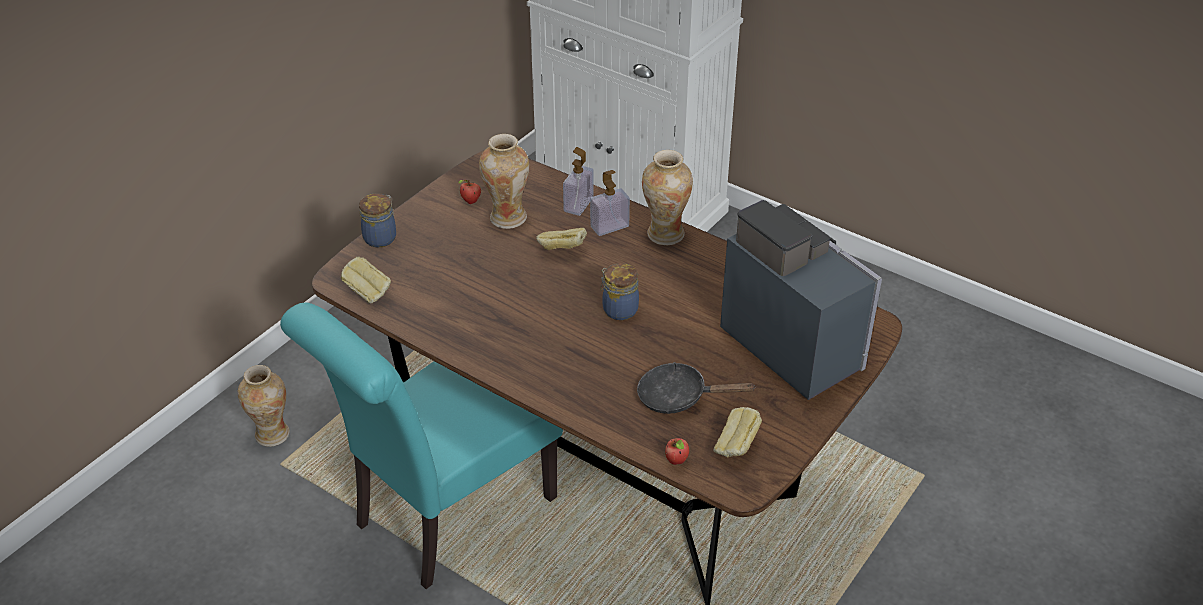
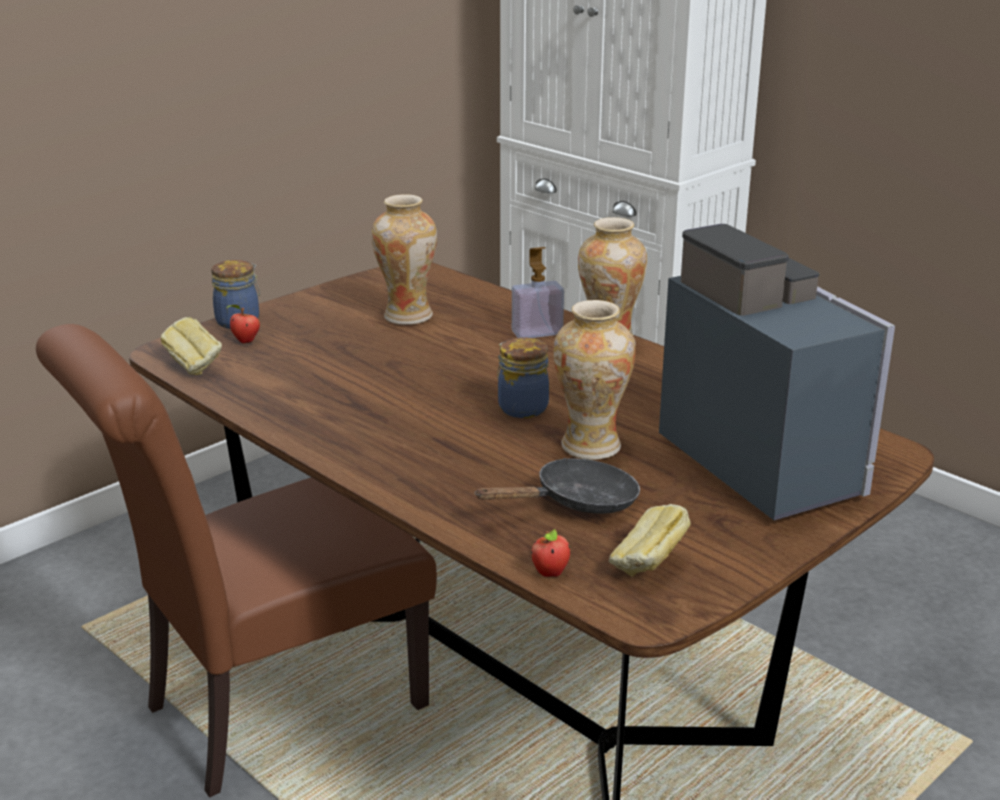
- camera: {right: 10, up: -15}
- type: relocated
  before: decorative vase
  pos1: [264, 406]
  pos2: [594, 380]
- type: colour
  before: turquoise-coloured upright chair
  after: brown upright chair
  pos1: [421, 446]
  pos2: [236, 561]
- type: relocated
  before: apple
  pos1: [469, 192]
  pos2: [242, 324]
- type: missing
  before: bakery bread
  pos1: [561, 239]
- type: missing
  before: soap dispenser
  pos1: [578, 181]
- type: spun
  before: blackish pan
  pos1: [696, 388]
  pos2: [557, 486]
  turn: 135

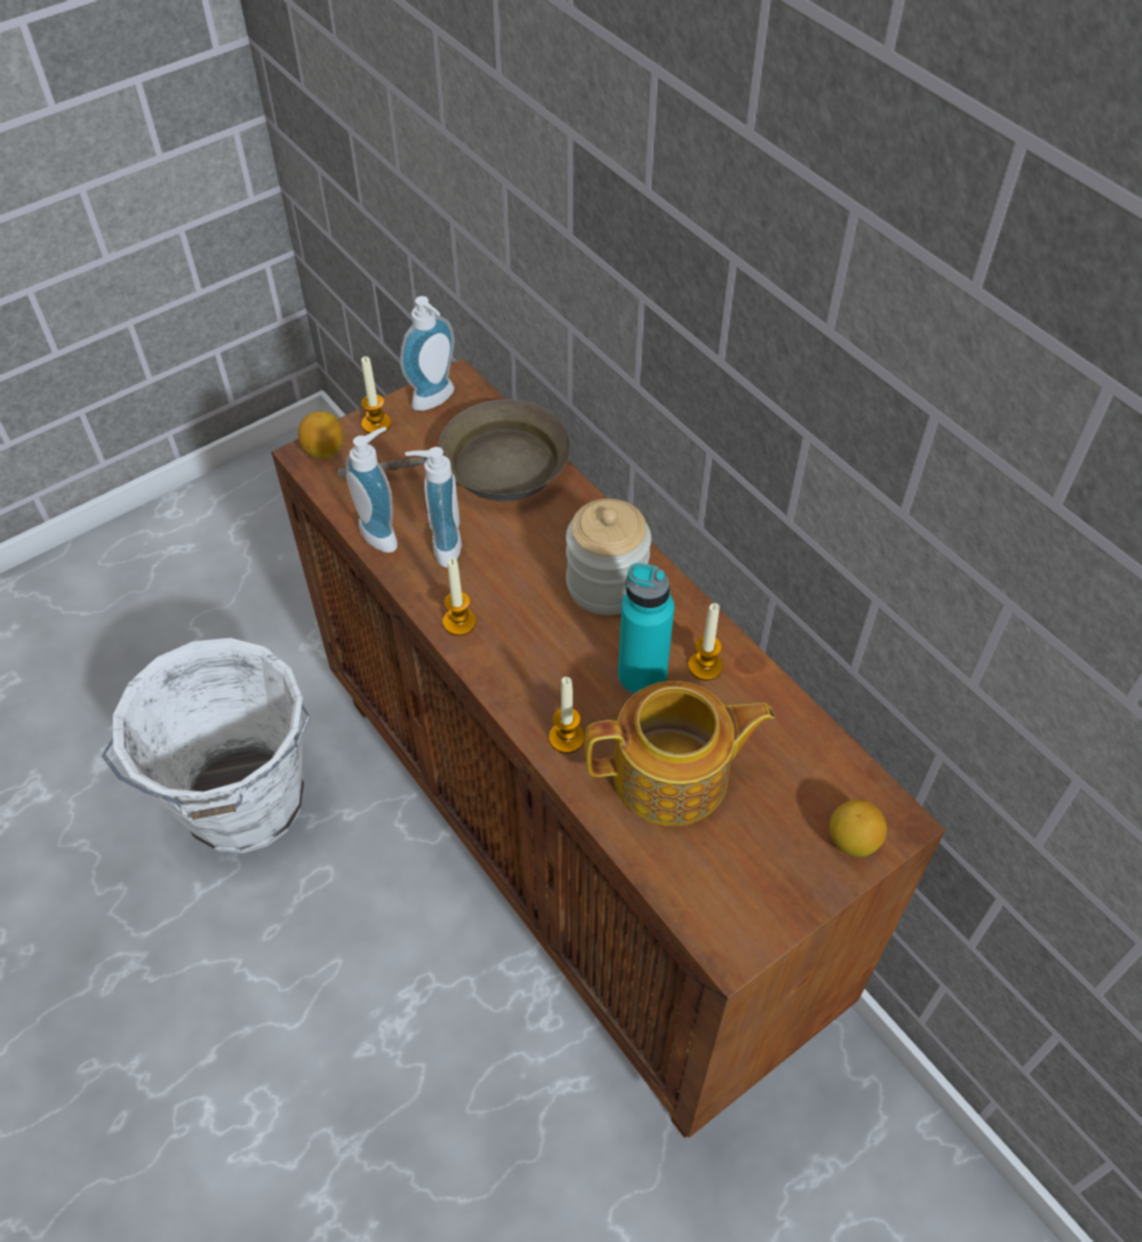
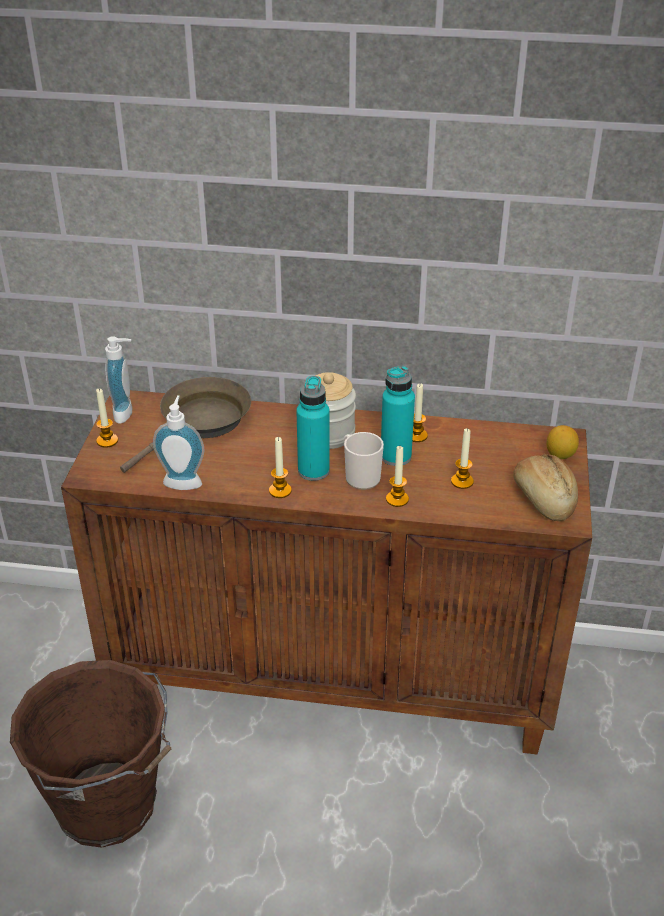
- camera: {right: -45, up: -15}
- type: colour
  before: whitish water bucket
  after: brown water bucket
  pos1: [206, 746]
  pos2: [90, 754]
- type: missing
  before: citrus fruit
  pos1: [320, 435]
- type: missing
  before: soap dispenser
  pos1: [433, 507]
- type: exchanged
  before: tea pot
  after: candle
  pos1: [679, 753]
  pos2: [462, 458]
- type: appeared
  after: turquoise-coloured beverage bottle
  pos2: [313, 428]
- type: appeared
  after: mug
  pos2: [364, 461]
- type: appeared
  after: bakery bread
  pos2: [545, 487]

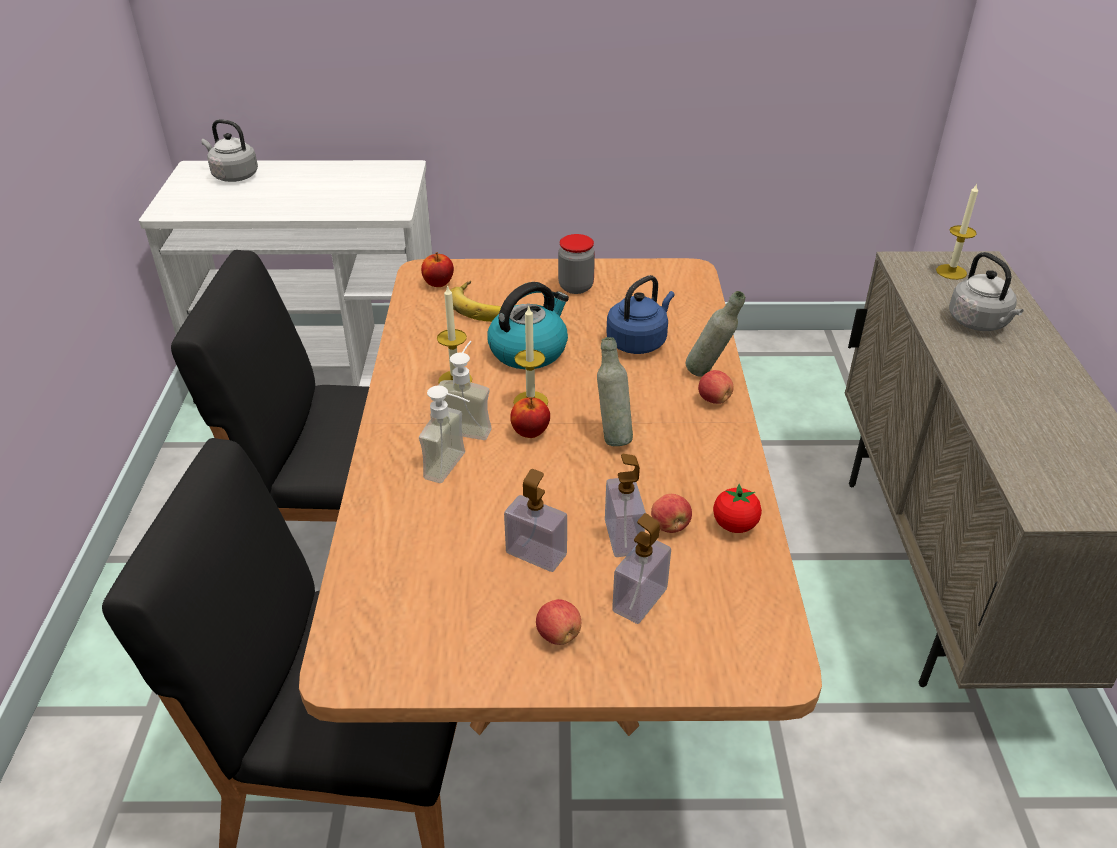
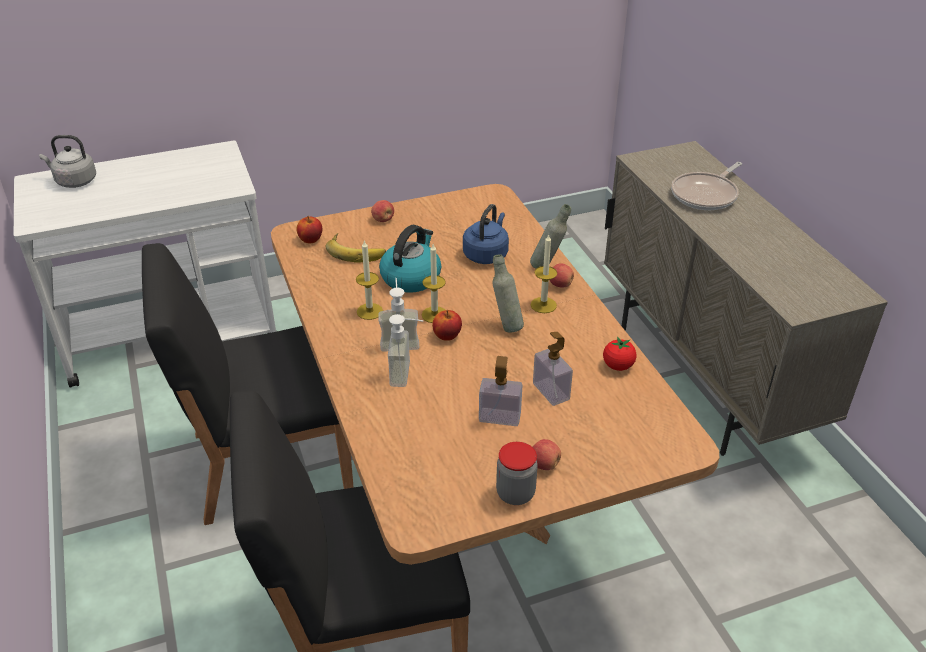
- camera: {right: -20, up: 0}
- type: relocated
  before: preserve jar
  pos1: [576, 264]
  pos2: [517, 473]
- type: missing
  before: soap dispenser
  pos1: [641, 568]
- type: relocated
  before: apple
  pos1: [671, 513]
  pos2: [382, 211]
- type: relocated
  before: candle
  pos1: [957, 232]
  pos2: [544, 273]
- type: exchanged
  before: grey water kettle
  after: pan
  pos1: [986, 291]
  pos2: [706, 186]

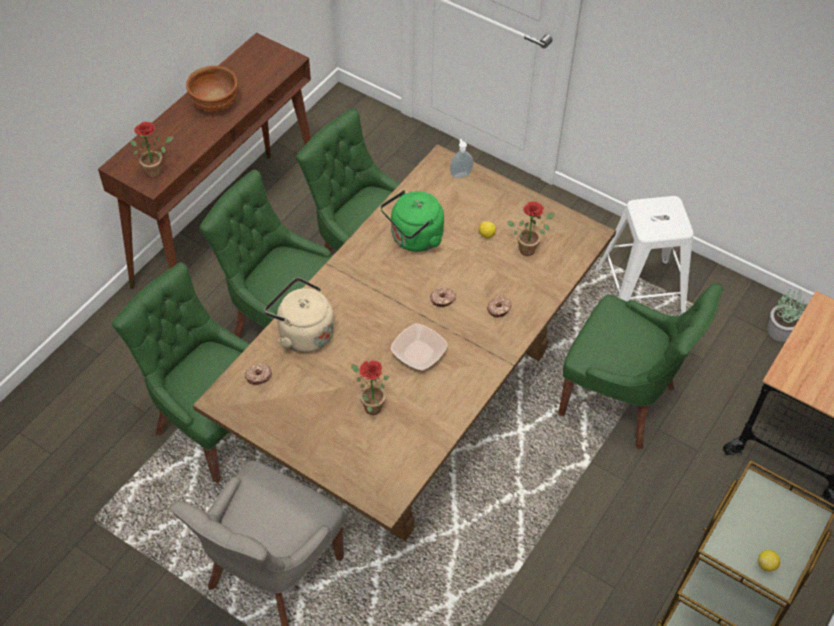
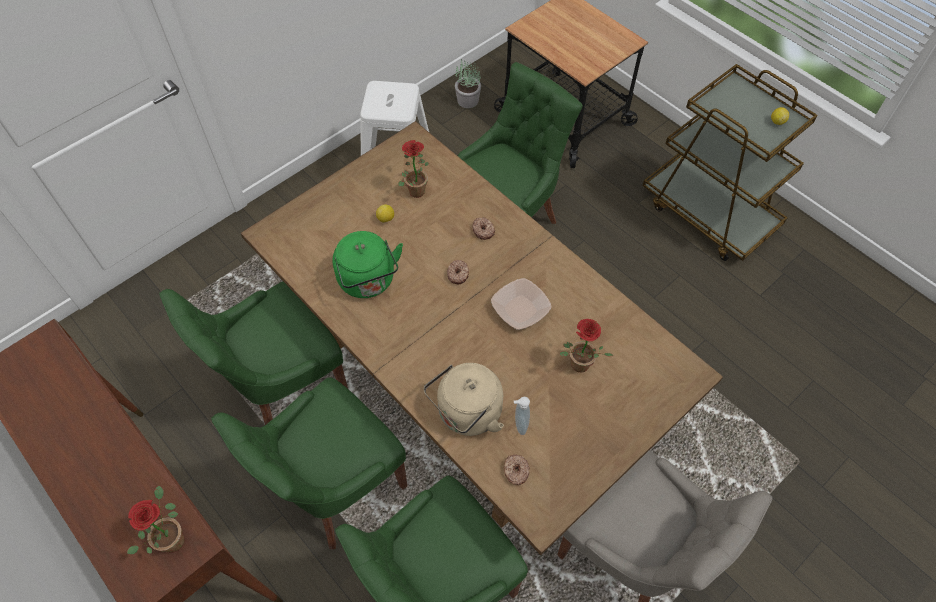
- camera: {right: -75, up: 5}
- type: missing
  before: brown bowl
  pos1: [212, 89]
- type: relocated
  before: soap dispenser
  pos1: [461, 158]
  pos2: [522, 416]

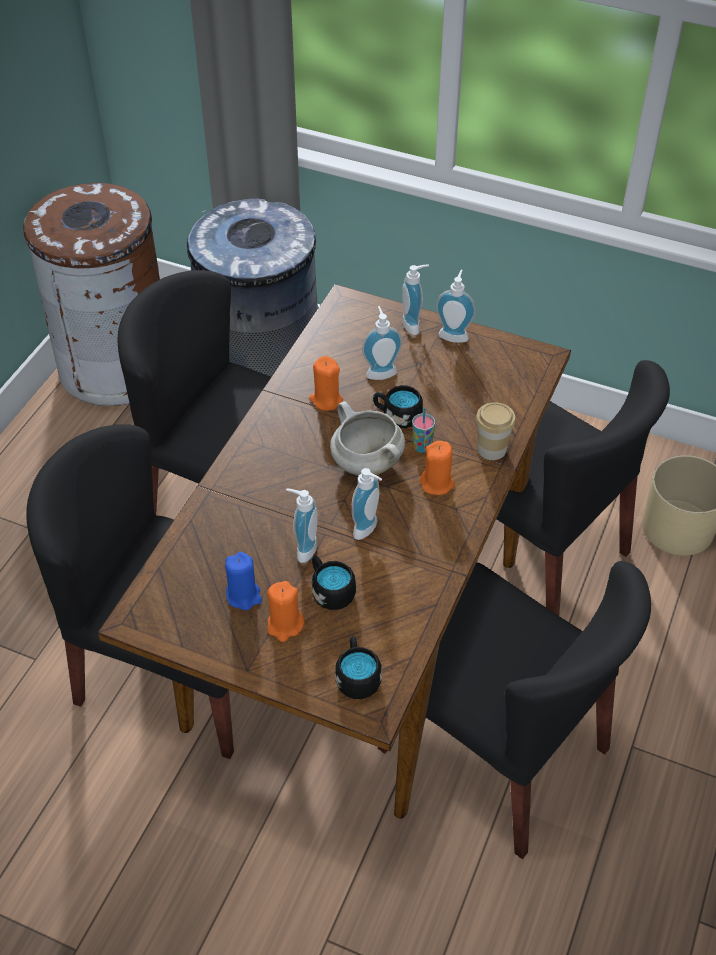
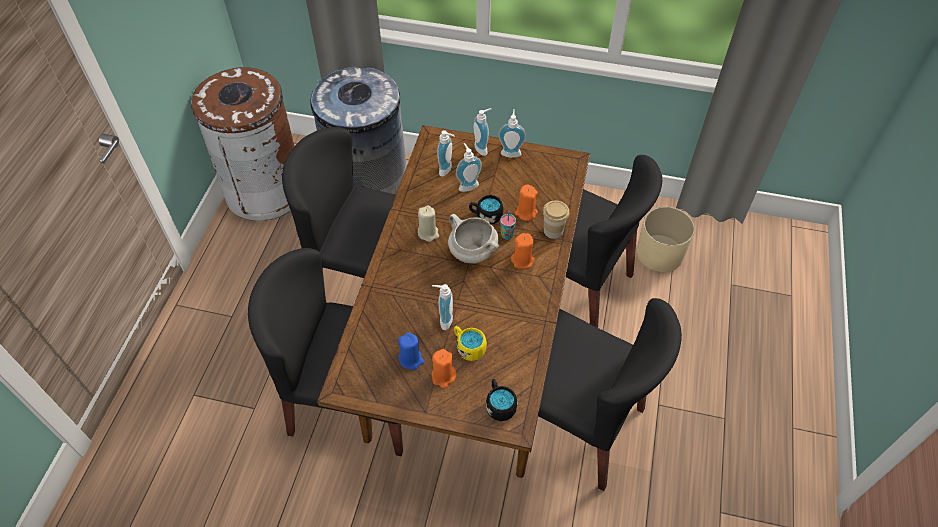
- camera: {right: -10, up: 5}
- type: relocated
  before: orangey candle
  pos1: [326, 383]
  pos2: [526, 202]
- type: colour
  before: blackish mug
  after: yellowish mug
  pos1: [334, 583]
  pos2: [470, 343]
- type: relocated
  before: soap dispenser
  pos1: [367, 504]
  pos2: [446, 153]
- type: appeared
  after: beige candle
  pos2: [428, 223]

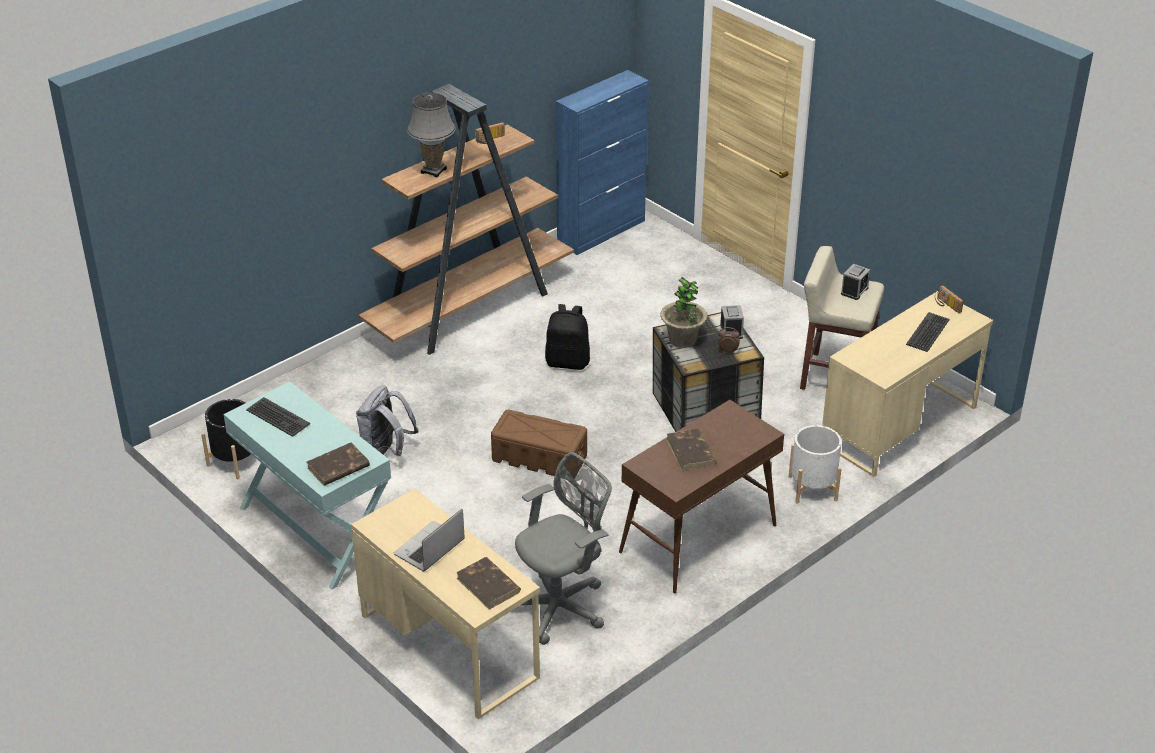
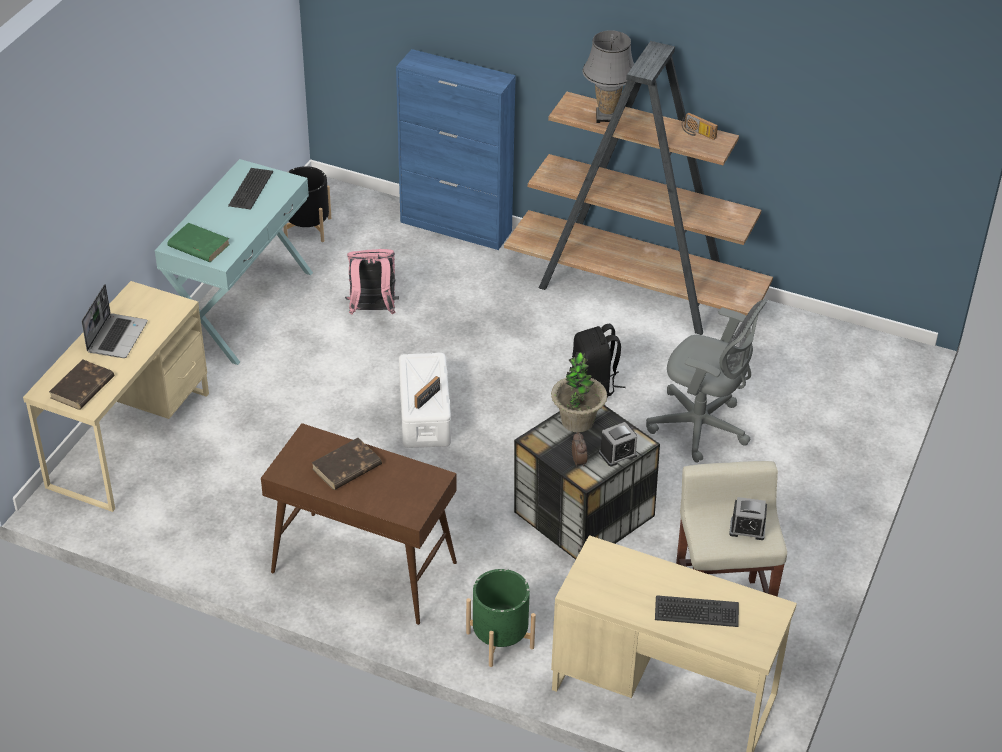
- camera: {right: 65, up: 5}
- type: colour
  before: brown bound book
  after: green bound book
  pos1: [338, 464]
  pos2: [198, 242]
- type: colour
  before: grey rucksack
  after: pink rucksack
  pos1: [387, 420]
  pos2: [372, 282]
- type: spun
  before: laptop
  pos1: [429, 540]
  pos2: [115, 321]
  turn: 90
- type: colour
  before: brown storage bin
  after: whitish storage bin
  pos1: [539, 443]
  pos2: [425, 400]
- type: relocated
  before: grey desk chair
  pos1: [563, 548]
  pos2: [706, 381]
- type: relocated
  before: blue cabinet
  pos1: [602, 162]
  pos2: [456, 149]
- type: colour
  before: whitish flower pot
  after: green flower pot
  pos1: [815, 464]
  pos2: [501, 618]
- type: relocated
  before: radio
  pos1: [949, 299]
  pos2: [427, 392]

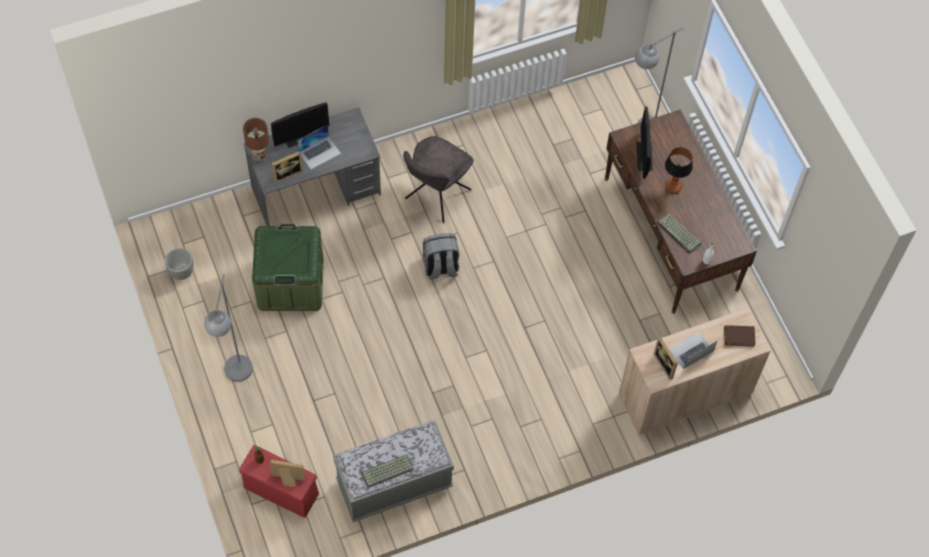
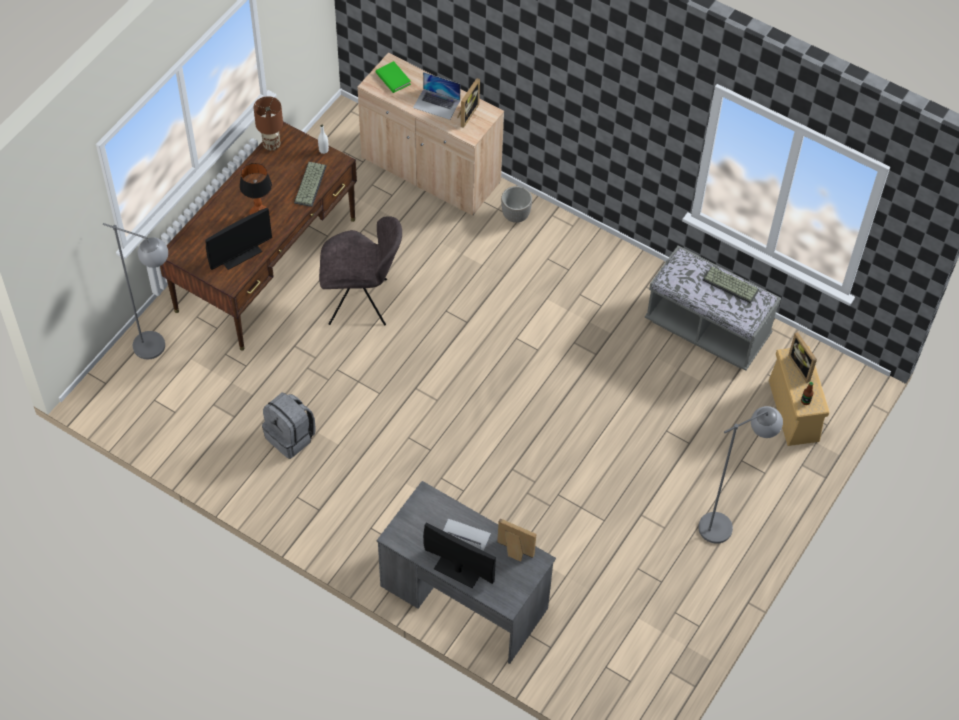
- camera: {right: -125, up: -5}
- type: relocated
  before: flower pot
  pos1: [179, 264]
  pos2: [516, 204]
- type: colour
  before: red-coloured storage bin
  after: beige storage bin
  pos1: [279, 481]
  pos2: [799, 396]
- type: relocated
  before: brown table lamp
  pos1: [256, 139]
  pos2: [268, 123]
- type: missing
  before: green storage bin
  pos1: [288, 267]
- type: relocated
  before: grey upright chair
  pos1: [438, 179]
  pos2: [360, 270]
- type: relocated
  before: grey rucksack
  pos1: [440, 256]
  pos2: [288, 425]
- type: colour
  before: brown bound book
  after: green bound book
  pos1: [740, 335]
  pos2: [393, 77]

